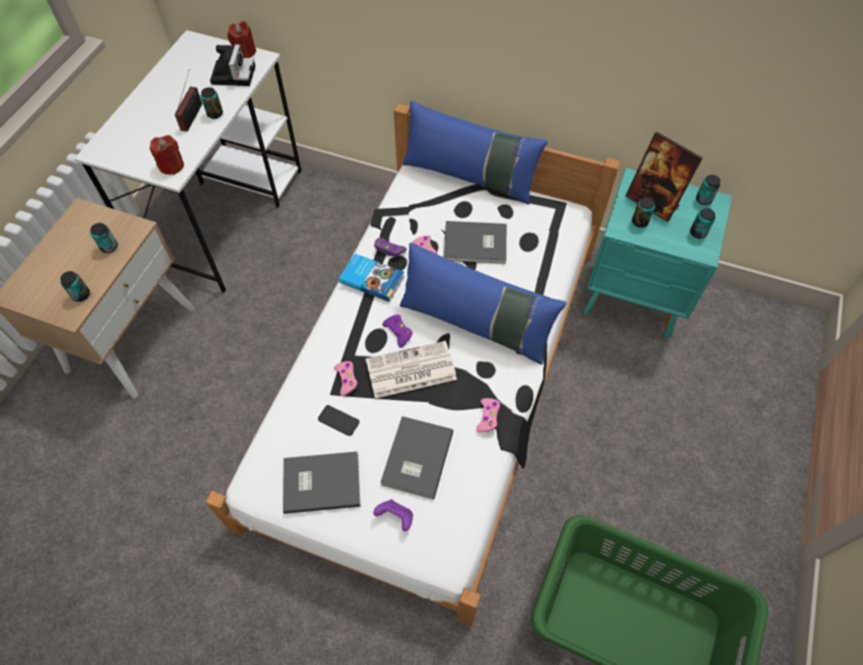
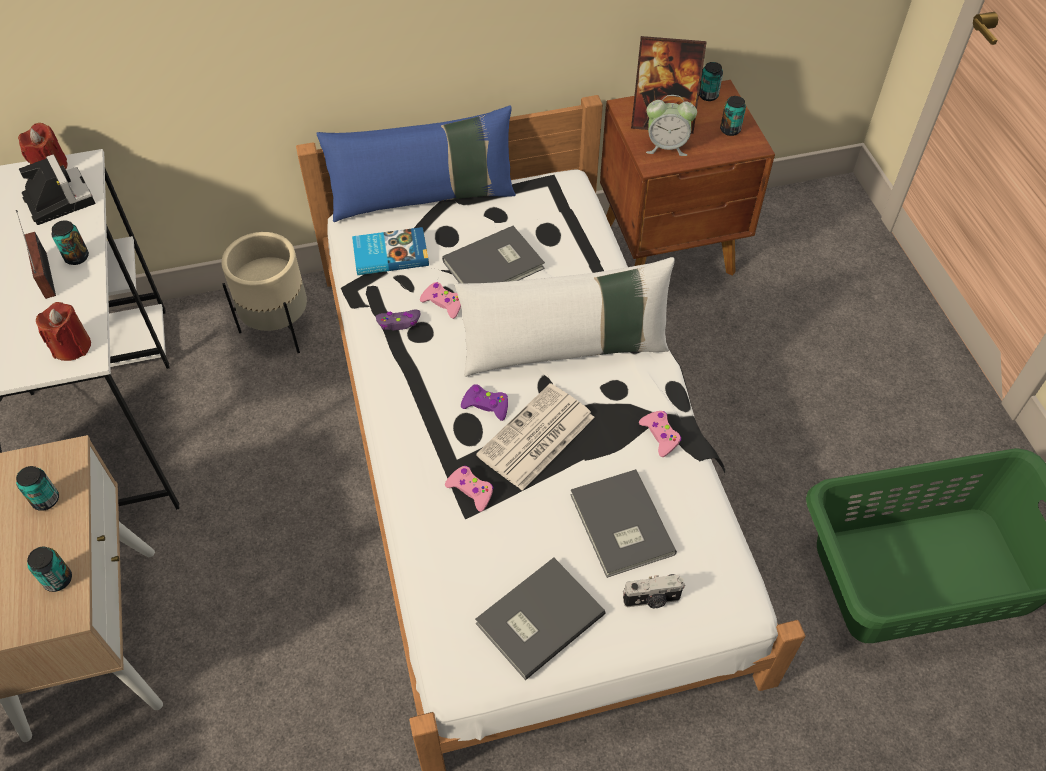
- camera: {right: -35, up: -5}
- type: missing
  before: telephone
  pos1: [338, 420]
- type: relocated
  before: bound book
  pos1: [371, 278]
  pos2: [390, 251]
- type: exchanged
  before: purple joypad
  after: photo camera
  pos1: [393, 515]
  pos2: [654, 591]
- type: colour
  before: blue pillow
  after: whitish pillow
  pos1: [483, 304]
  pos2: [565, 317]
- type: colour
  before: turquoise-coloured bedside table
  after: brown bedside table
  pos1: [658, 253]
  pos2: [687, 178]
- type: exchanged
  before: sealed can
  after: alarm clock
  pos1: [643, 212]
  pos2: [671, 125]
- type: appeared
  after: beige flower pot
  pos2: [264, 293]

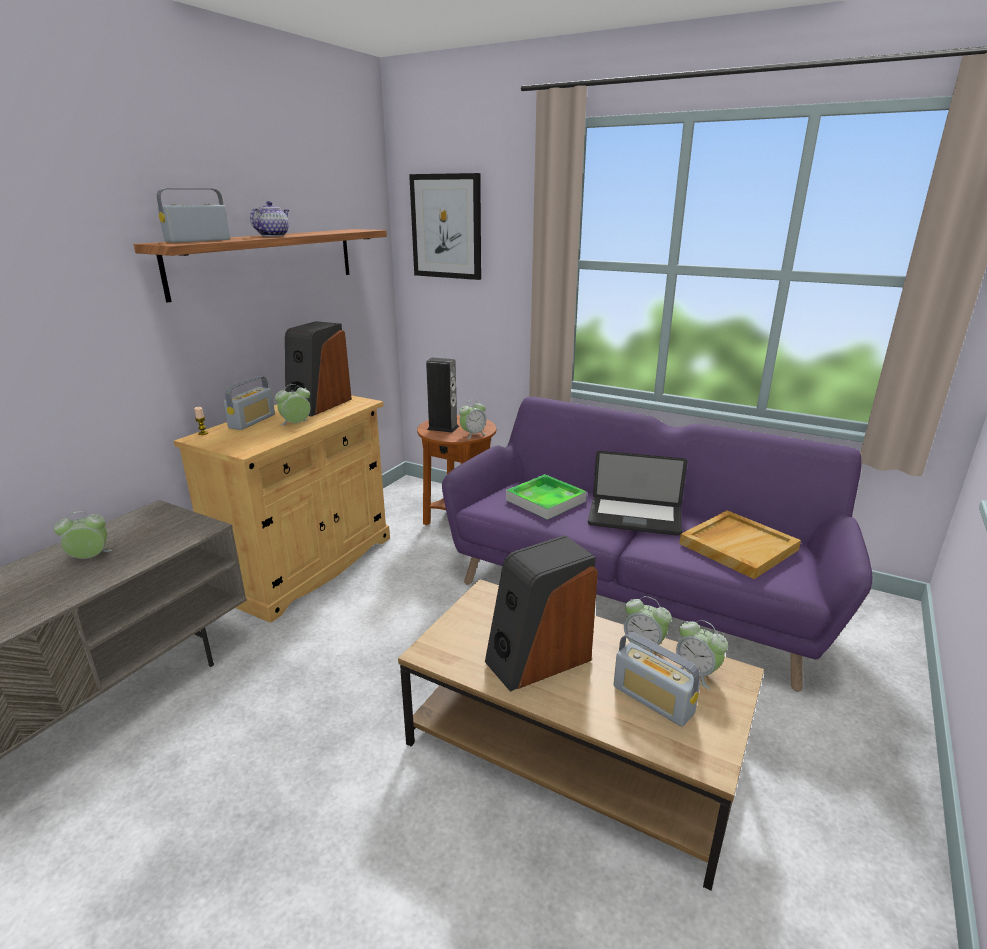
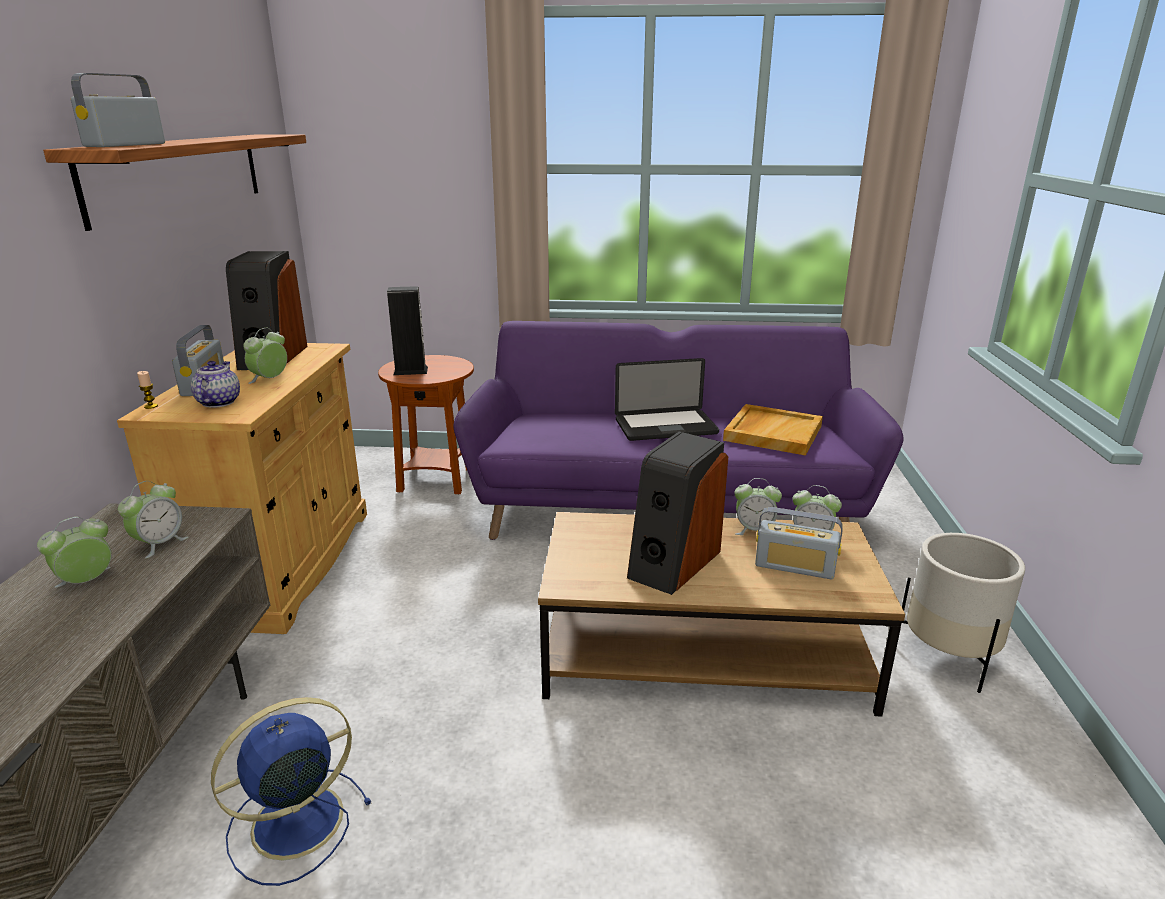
- camera: {right: -25, up: 0}
- type: relocated
  before: tea pot
  pos1: [269, 219]
  pos2: [215, 384]
- type: missing
  before: wall art
  pos1: [445, 226]
- type: relocated
  before: alarm clock
  pos1: [472, 419]
  pos2: [153, 519]
- type: missing
  before: serving tray
  pos1: [546, 497]
- type: appeared
  after: blue electric fan
  pos2: [291, 791]
- type: appeared
  after: whitish flower pot
  pos2: [963, 613]

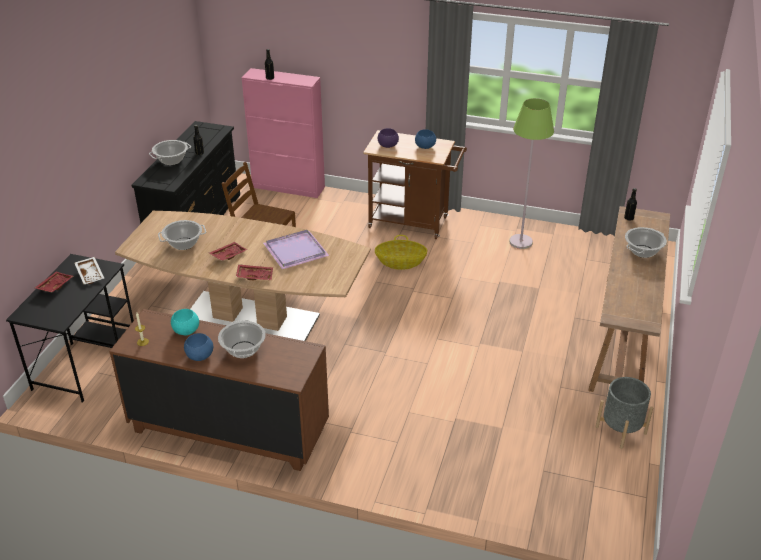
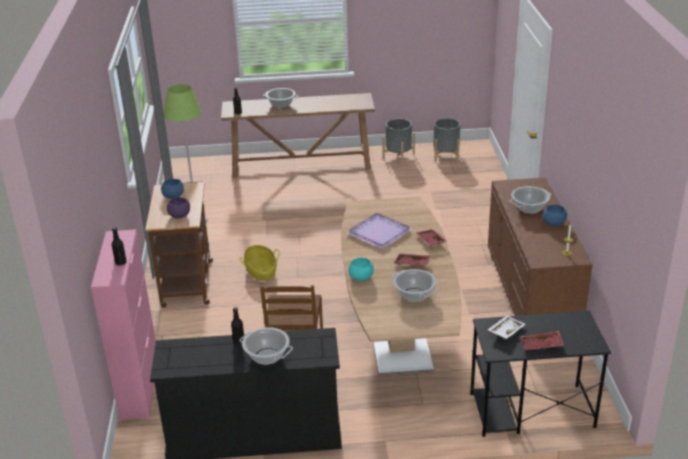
- camera: {right: -110, up: -5}
- type: relocated
  before: turquoise-coloured bowl
  pos1: [185, 322]
  pos2: [361, 269]
- type: appeared
  after: grey flower pot
  pos2: [447, 140]

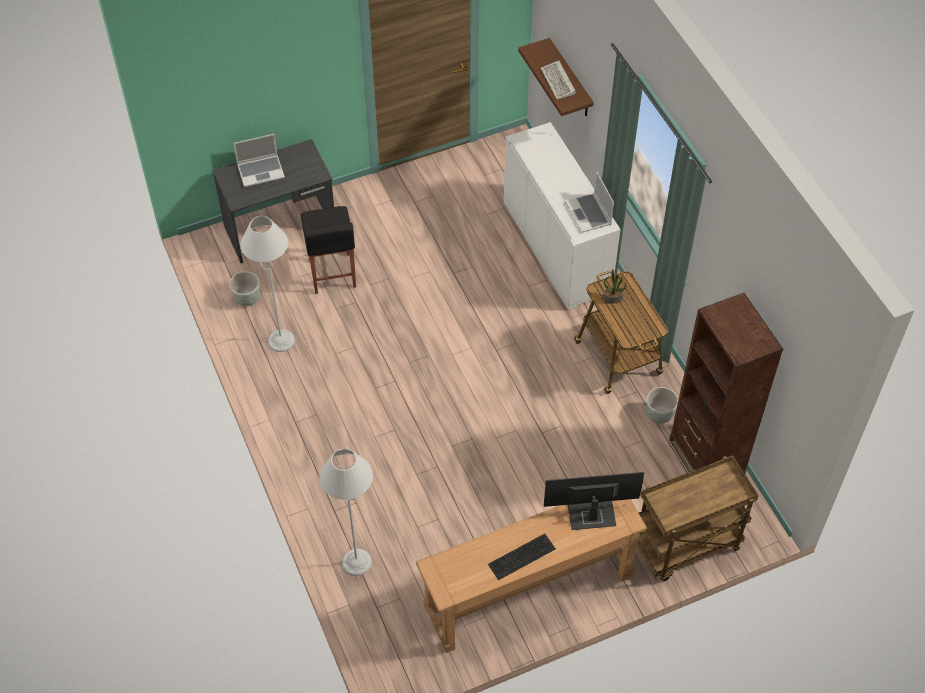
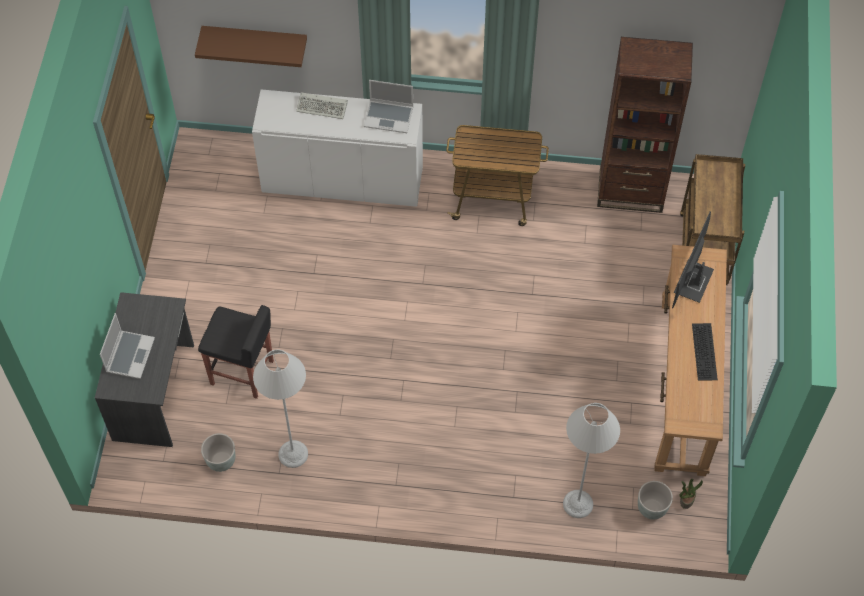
- camera: {right: -60, up: 5}
- type: relocated
  before: keyboard
  pos1: [558, 80]
  pos2: [322, 105]
- type: relocated
  before: plant in a pot
  pos1: [614, 286]
  pos2: [691, 494]
- type: relocated
  before: grey flower pot
  pos1: [662, 405]
  pos2: [655, 500]

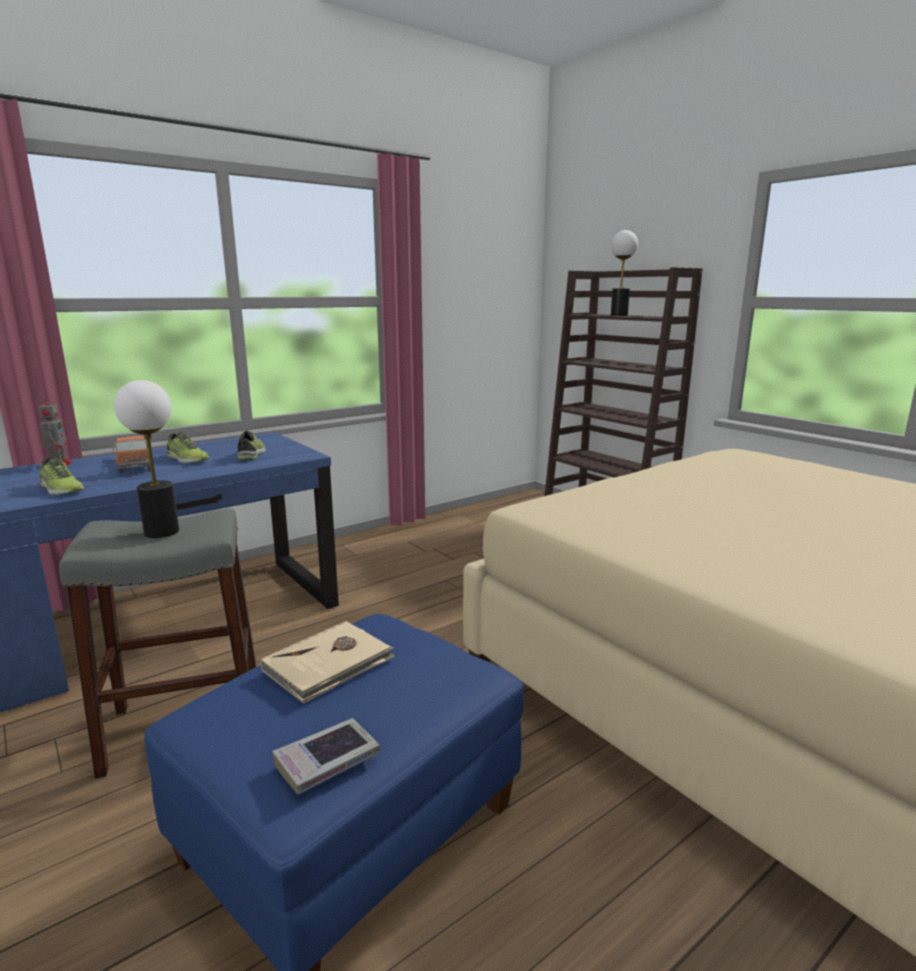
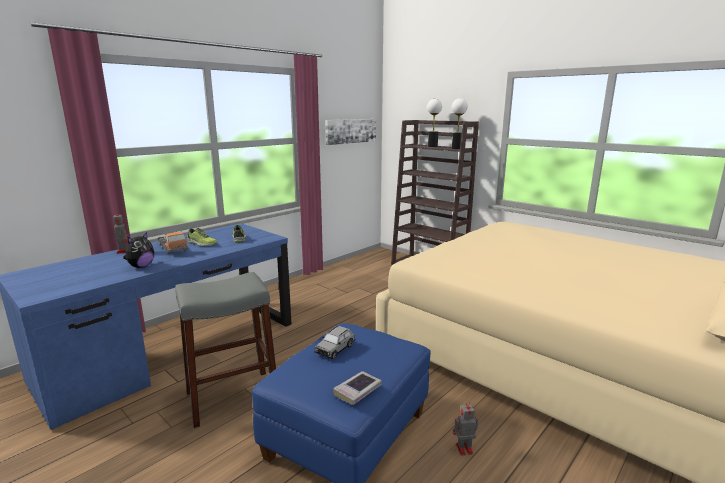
- camera: {right: -10, up: 0}
- type: exchanged
  before: low shoe
  after: plush toy
  pos1: [61, 476]
  pos2: [138, 250]
- type: relocated
  before: table lamp
  pos1: [146, 459]
  pos2: [460, 123]
- type: exchanged
  before: beige bound book
  after: grey model car
  pos1: [328, 662]
  pos2: [334, 342]
- type: appeared
  after: wall art
  pos2: [350, 132]
- type: appeared
  after: model robot
  pos2: [465, 428]

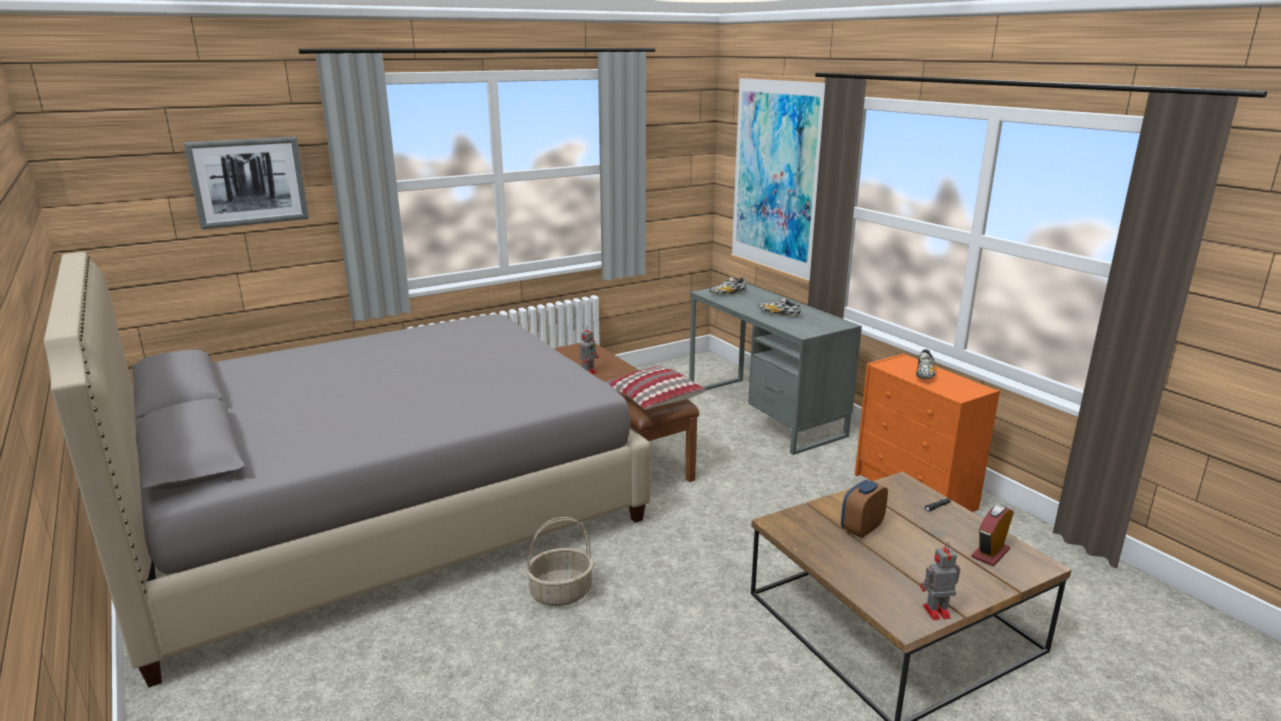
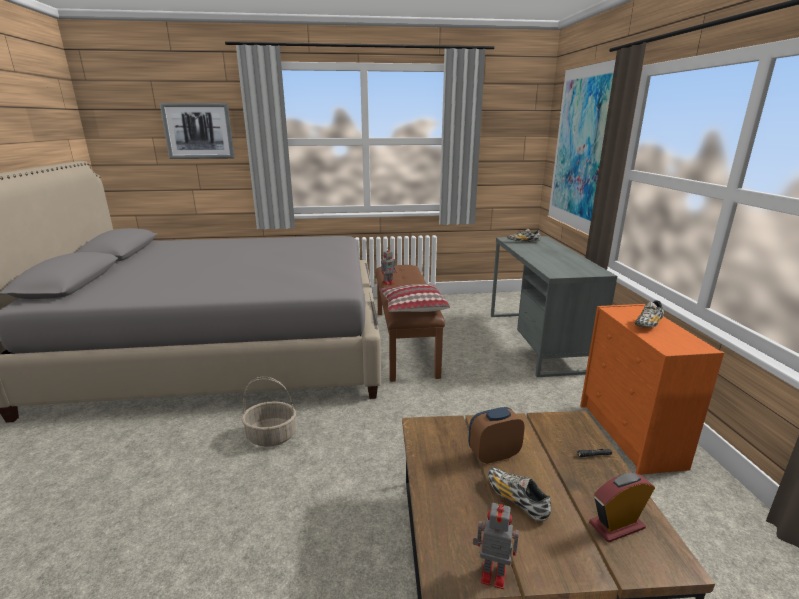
- camera: {right: 25, up: 0}
- type: relocated
  before: low shoe
  pos1: [779, 306]
  pos2: [519, 494]

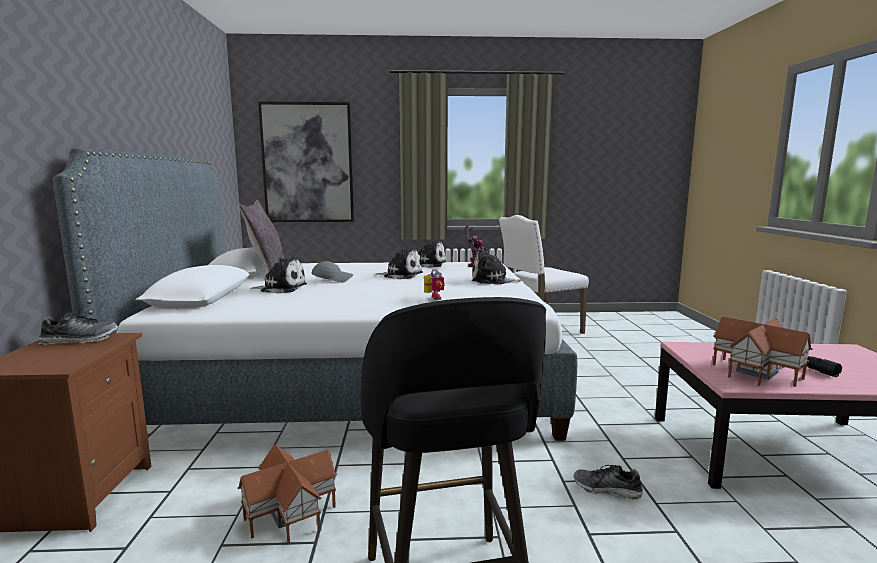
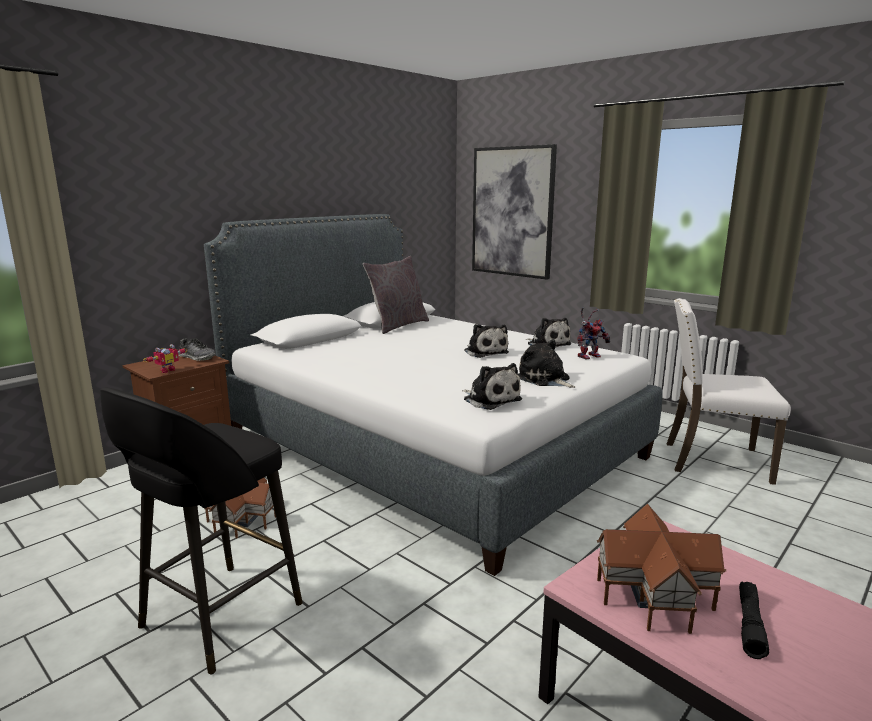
- camera: {right: 45, up: 5}
- type: relocated
  before: plush toy
  pos1: [278, 275]
  pos2: [492, 386]
- type: missing
  before: grey peaked cap
  pos1: [332, 272]
- type: relocated
  before: model robot
  pos1: [434, 284]
  pos2: [165, 358]
- type: missing
  before: low shoe
  pos1: [608, 482]

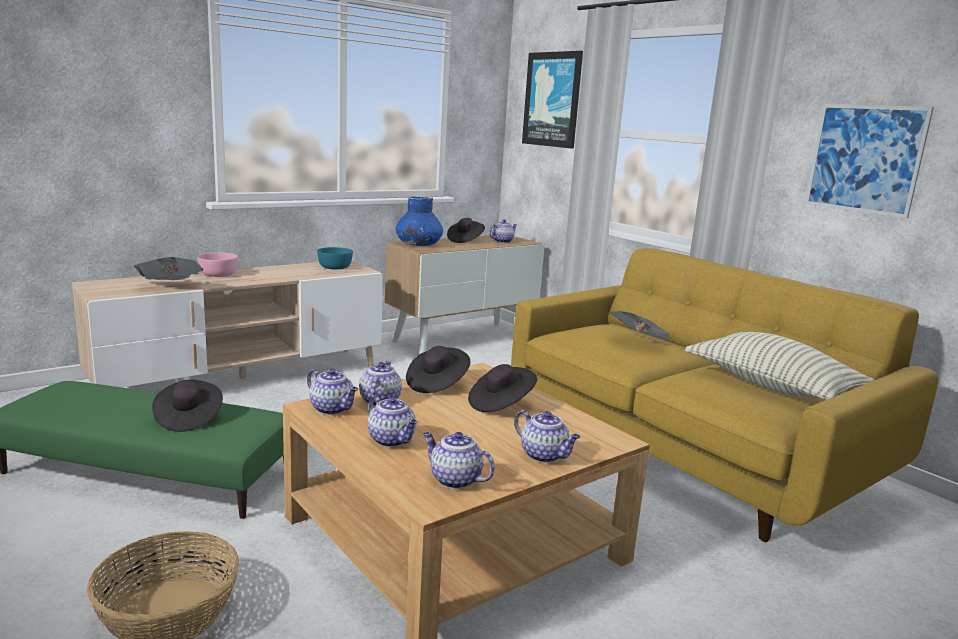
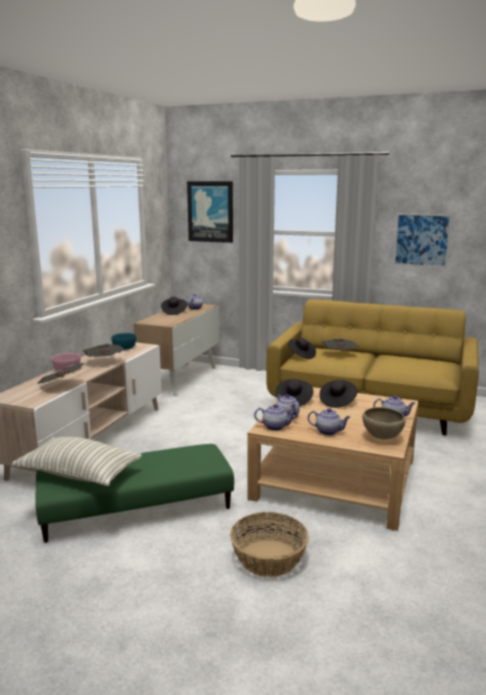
- camera: {right: -30, up: 0}
- type: relocated
  before: blackish wearable hat
  pos1: [187, 405]
  pos2: [302, 348]
- type: missing
  before: blue decorative vase
  pos1: [419, 221]
- type: exchanged
  before: tea pot
  after: brown bowl
  pos1: [459, 460]
  pos2: [384, 423]
- type: relocated
  before: pillow
  pos1: [779, 366]
  pos2: [76, 461]
- type: appeared
  after: daily paper
  pos2: [103, 350]

